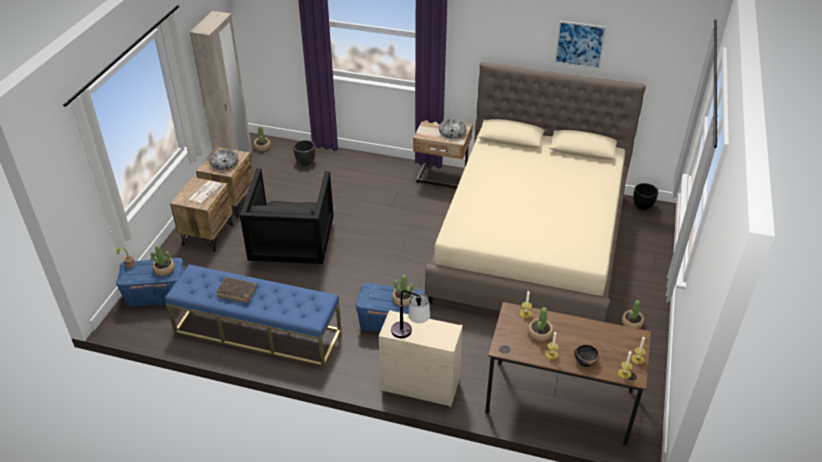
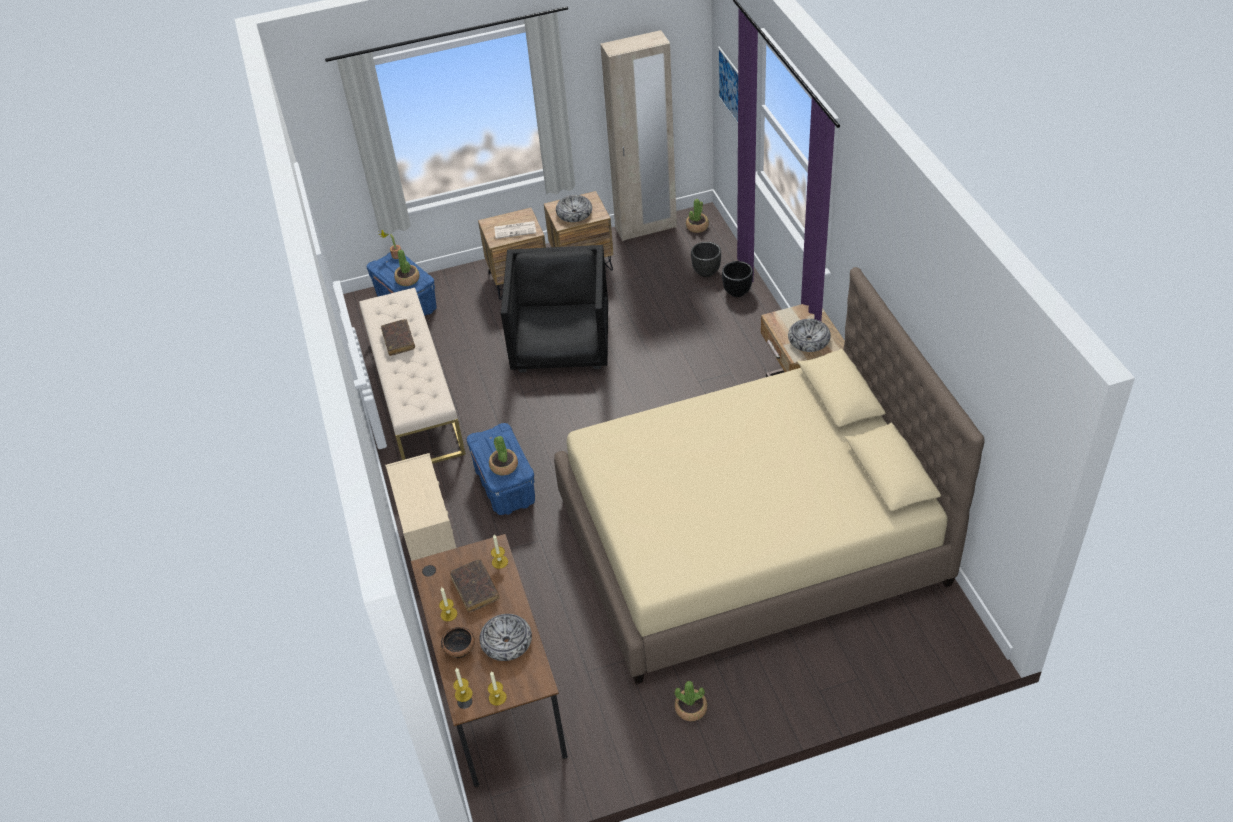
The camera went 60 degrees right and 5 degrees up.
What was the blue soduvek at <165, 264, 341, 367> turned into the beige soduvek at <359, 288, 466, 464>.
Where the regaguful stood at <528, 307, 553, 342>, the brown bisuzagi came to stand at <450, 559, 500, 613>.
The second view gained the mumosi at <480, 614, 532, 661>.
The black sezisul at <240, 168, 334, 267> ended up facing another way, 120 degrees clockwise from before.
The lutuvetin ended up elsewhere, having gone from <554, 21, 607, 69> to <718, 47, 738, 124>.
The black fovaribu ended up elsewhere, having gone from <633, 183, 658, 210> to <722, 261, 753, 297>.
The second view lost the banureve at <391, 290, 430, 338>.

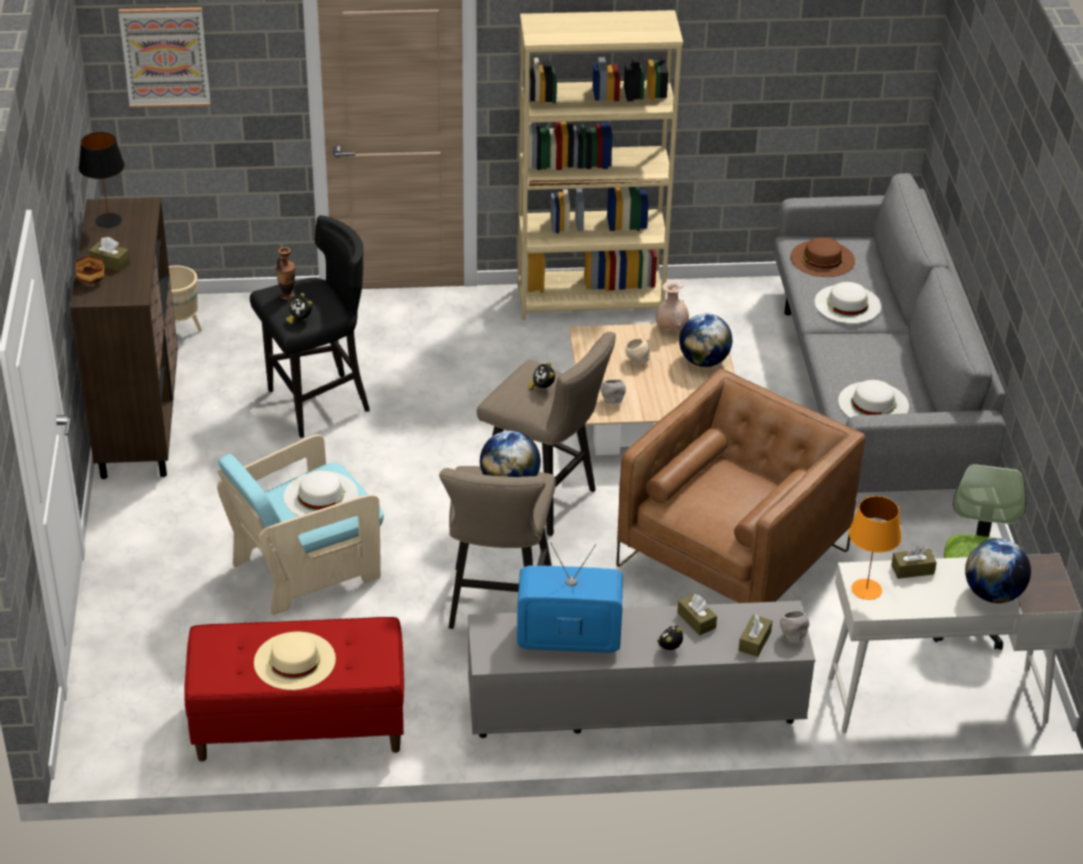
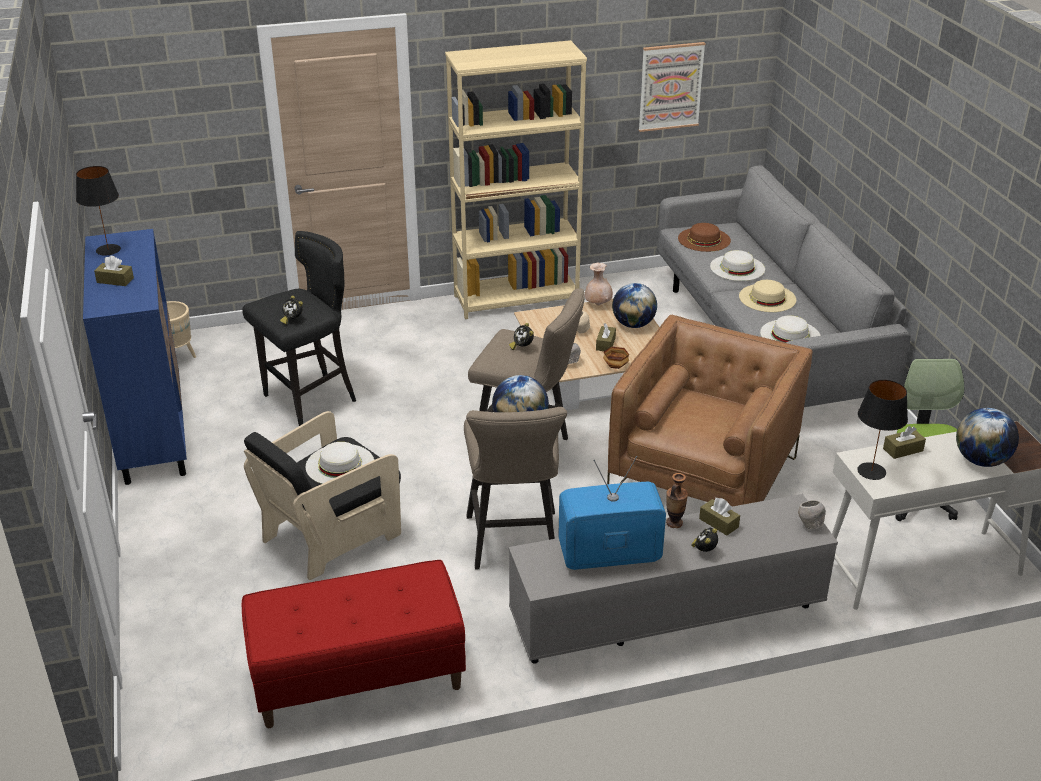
The camera went 10 degrees left and 5 degrees down.
What was the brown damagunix at <70, 197, 178, 479> turned into the blue damagunix at <83, 229, 187, 485>.
What was the turquoise sezisul at <217, 434, 384, 615> turned into the black sezisul at <244, 411, 401, 580>.
The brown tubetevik ended up elsewhere, having gone from <738, 615, 772, 657> to <596, 323, 616, 351>.
The mumosi ended up elsewhere, having gone from <75, 256, 105, 284> to <603, 347, 629, 369>.
The lutuvetin ended up elsewhere, having gone from <118, 7, 211, 108> to <639, 42, 705, 132>.
The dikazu ended up elsewhere, having gone from <275, 247, 295, 300> to <666, 473, 688, 528>.
The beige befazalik ended up elsewhere, having gone from <254, 632, 336, 690> to <739, 280, 796, 312>.
What was the orange banureve at <849, 496, 902, 600> turned into the black banureve at <857, 380, 908, 480>.

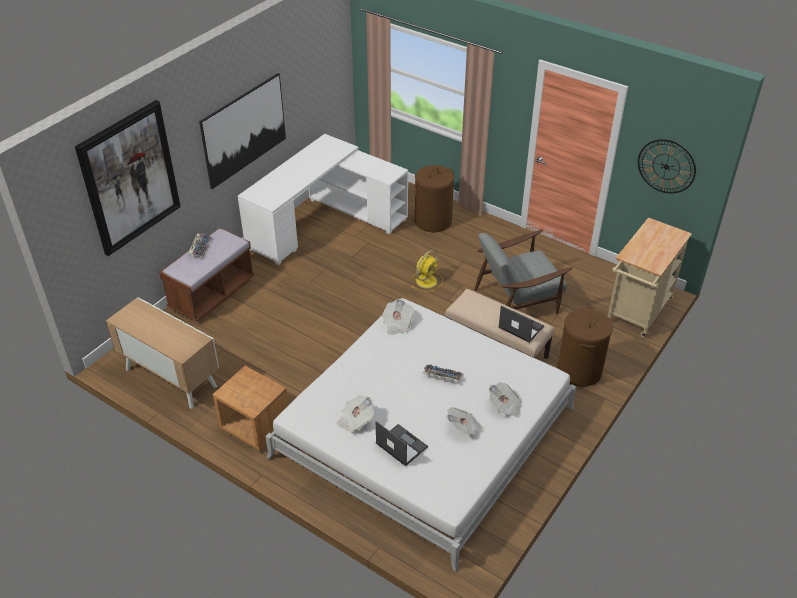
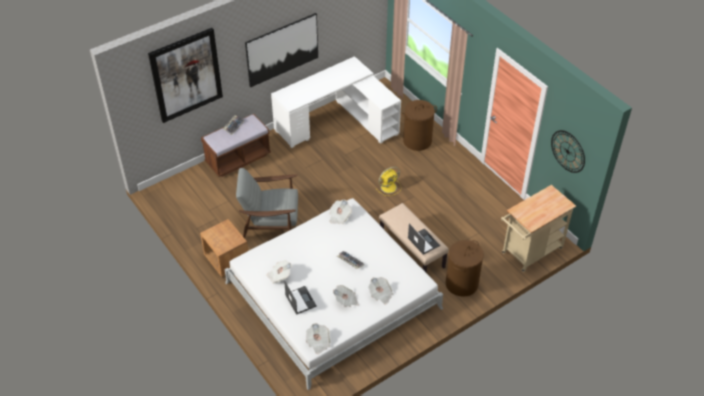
The camera went 20 degrees right and 5 degrees up.
The grey sezisul ended up elsewhere, having gone from <474, 229, 573, 314> to <236, 168, 298, 238>.
The second view gained the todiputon at <306, 323, 331, 354>.
The second view lost the damagunix at <106, 297, 219, 409>.

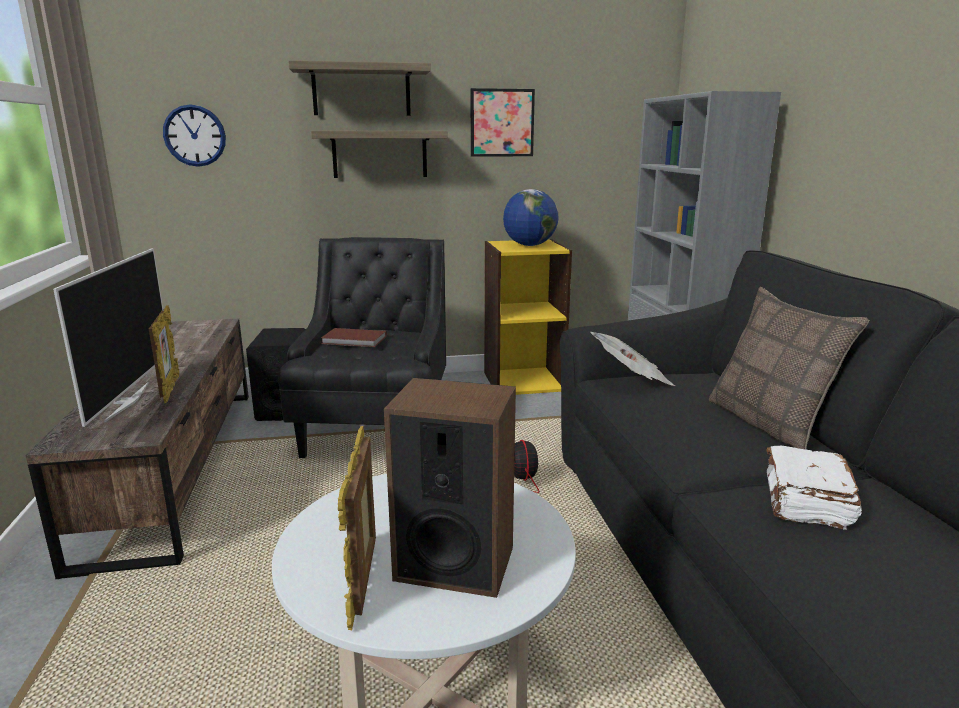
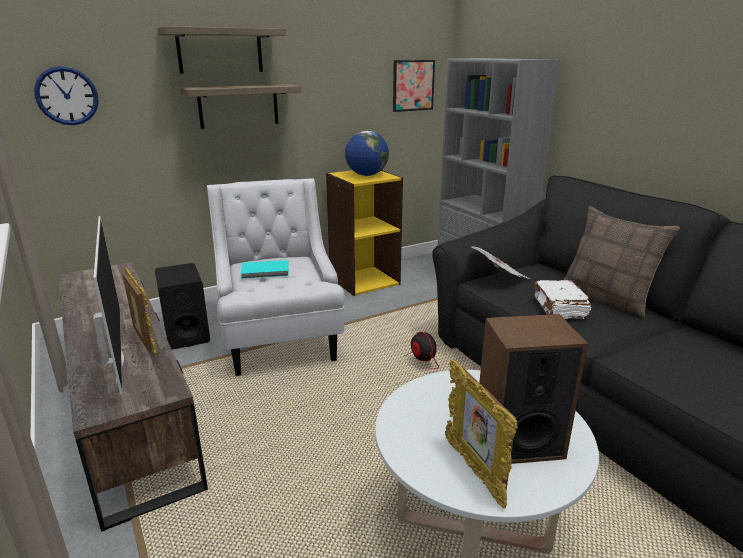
The camera went 20 degrees left and 5 degrees up.
What was the black sezisul at <278, 237, 446, 458> turned into the white sezisul at <207, 178, 345, 376>.
What was the brown bisuzagi at <321, 328, 387, 347> turned into the turquoise bisuzagi at <240, 260, 289, 279>.
The lutuvetin ended up elsewhere, having gone from <471, 88, 535, 157> to <393, 60, 435, 112>.
The white bisuzagi ended up elsewhere, having gone from <766, 446, 862, 530> to <534, 280, 591, 319>.

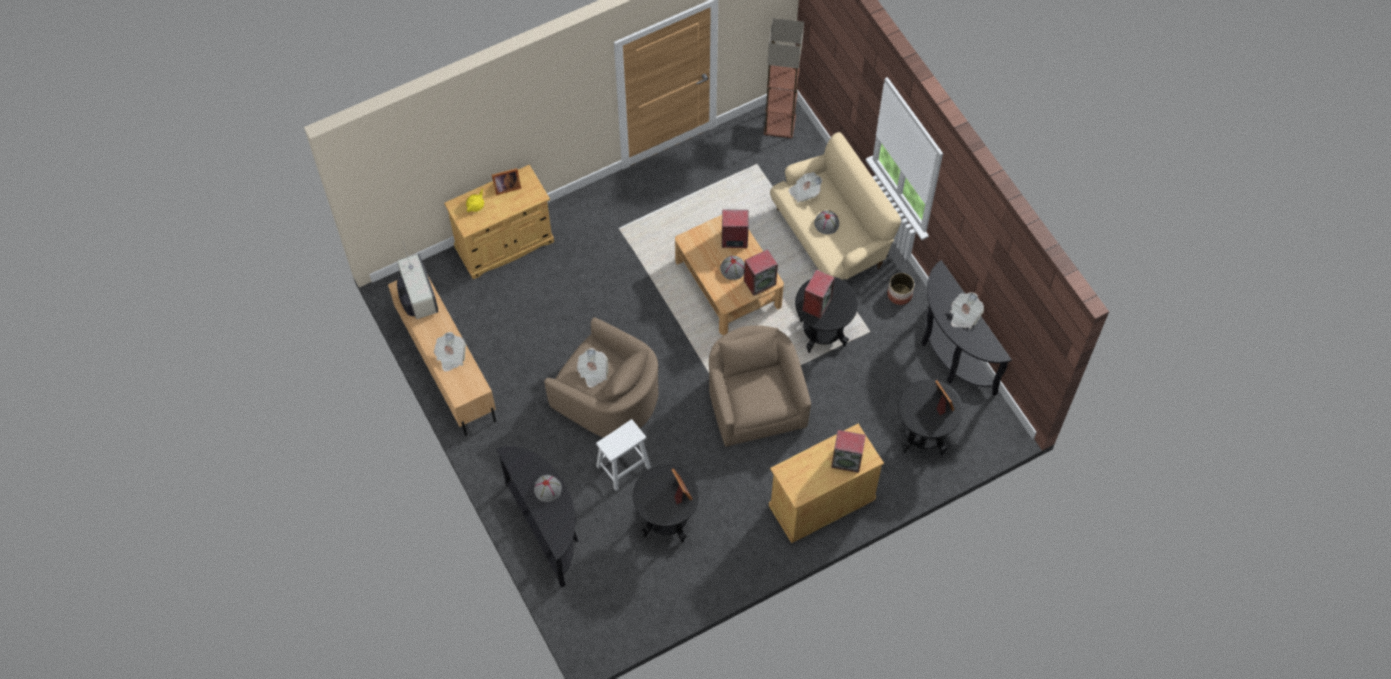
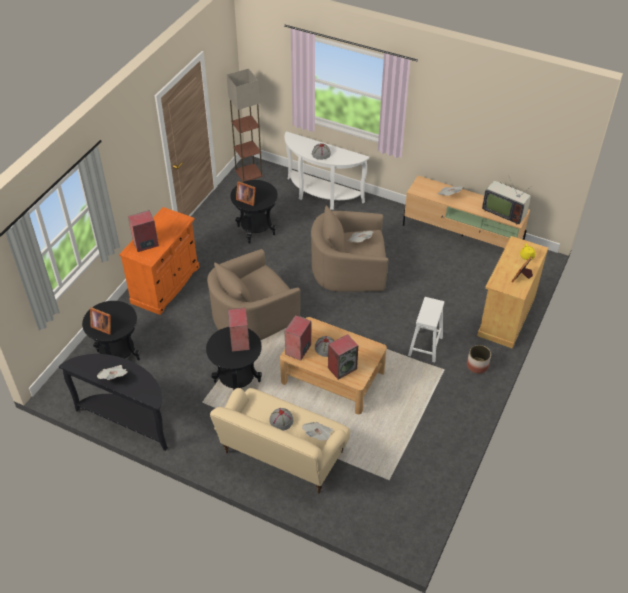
The camera went 145 degrees right and 15 degrees down.
What was the beige damagunix at <769, 424, 884, 543> turned into the orange damagunix at <119, 207, 199, 315>.
The beige sezisul at <709, 325, 811, 447> ended up facing another way, 105 degrees clockwise from before.
The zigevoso ended up elsewhere, having gone from <764, 18, 804, 138> to <227, 69, 263, 182>.
What was the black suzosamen at <496, 446, 579, 588> turned into the white suzosamen at <284, 131, 370, 210>.
The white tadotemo ended up elsewhere, having gone from <596, 419, 651, 491> to <408, 297, 444, 362>.
The fovaribu ended up elsewhere, having gone from <887, 273, 914, 305> to <467, 345, 491, 374>.

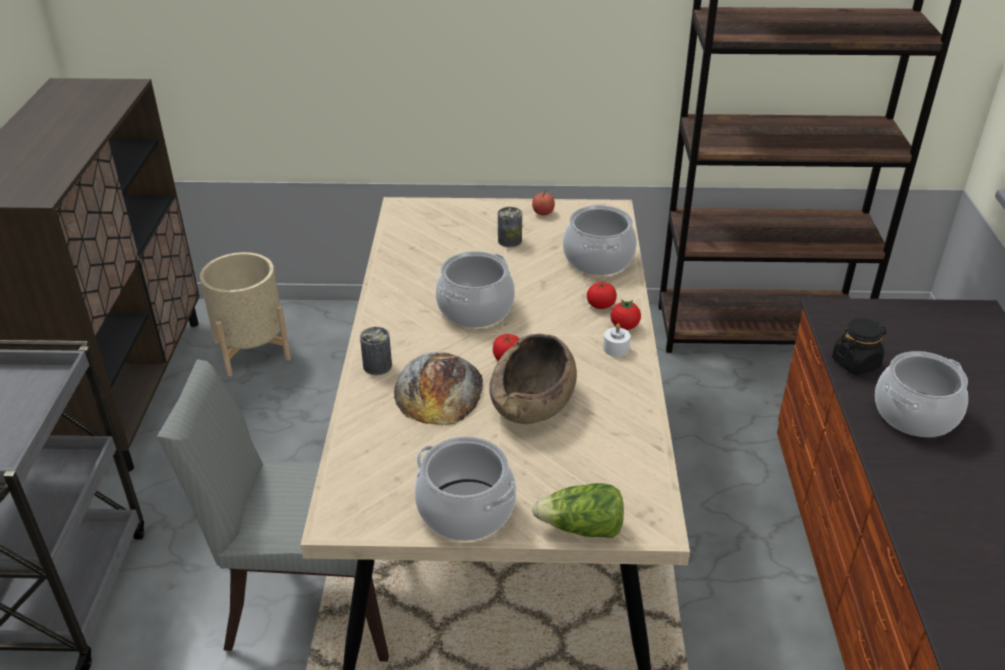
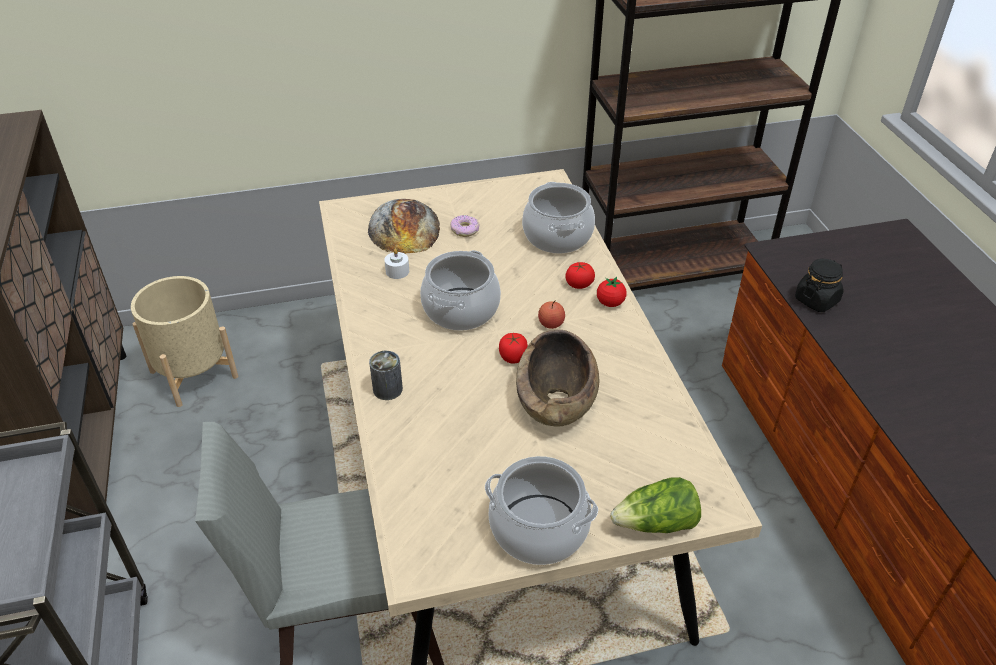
The camera went 15 degrees left and 5 degrees up.
The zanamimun ended up elsewhere, having gone from <394, 352, 483, 425> to <368, 199, 440, 254>.
The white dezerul ended up elsewhere, having gone from <603, 323, 631, 357> to <385, 249, 409, 279>.
Where the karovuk stood at <498, 207, 522, 247>, the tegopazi came to stand at <450, 215, 480, 237>.
The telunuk ended up elsewhere, having gone from <532, 190, 555, 215> to <538, 300, 565, 329>.
The second view lost the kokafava at <875, 351, 968, 437>.

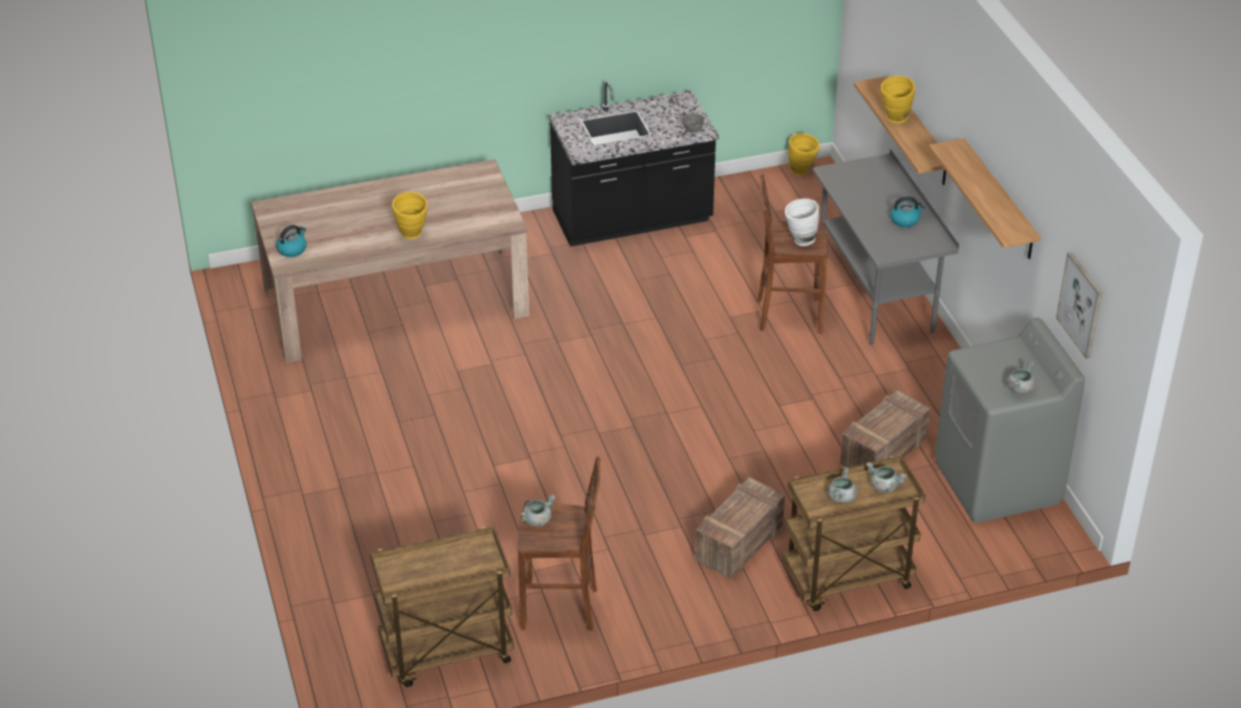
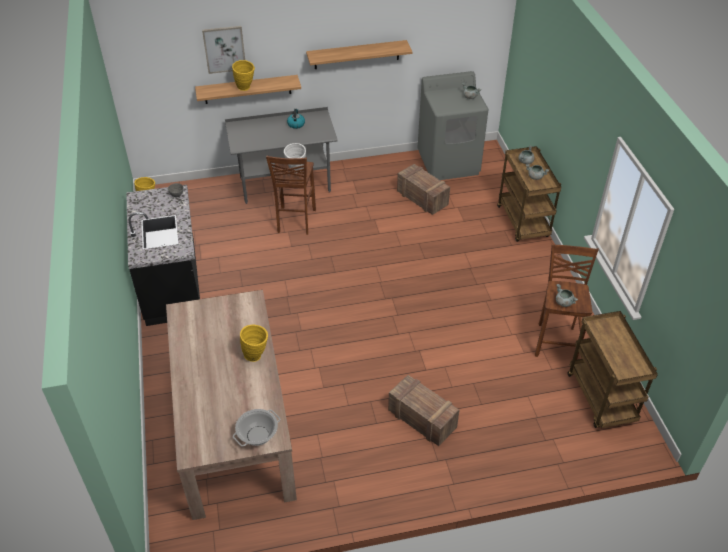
The camera went 85 degrees left and 5 degrees up.
The lutuvetin ended up elsewhere, having gone from <1056, 252, 1103, 359> to <202, 26, 245, 74>.
Where the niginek stood at <276, 225, 307, 257>, the kokafava came to stand at <233, 409, 280, 447>.
The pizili ended up elsewhere, having gone from <695, 477, 785, 579> to <388, 375, 459, 446>.

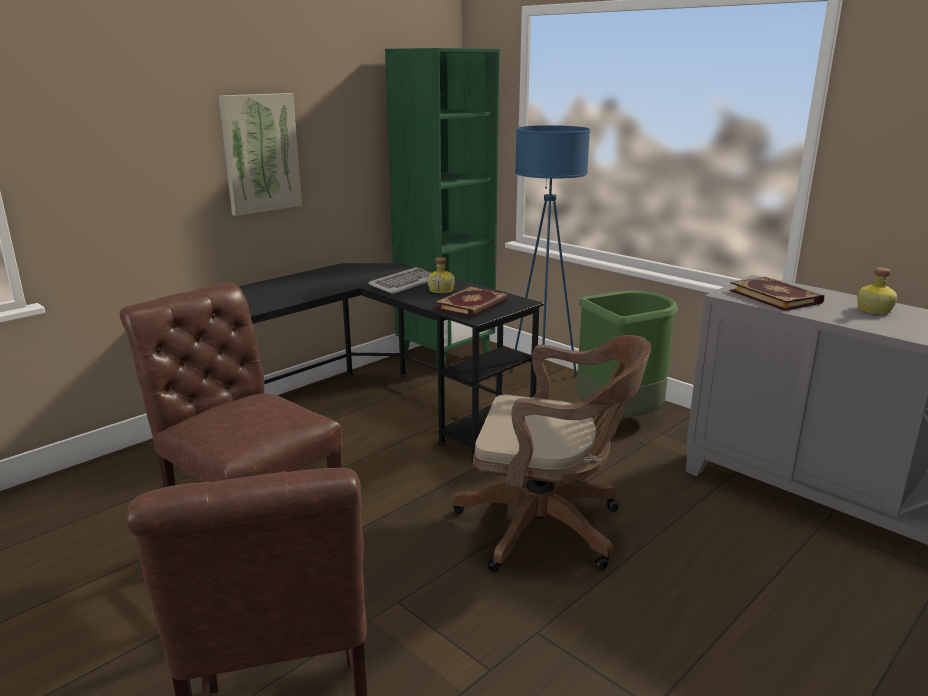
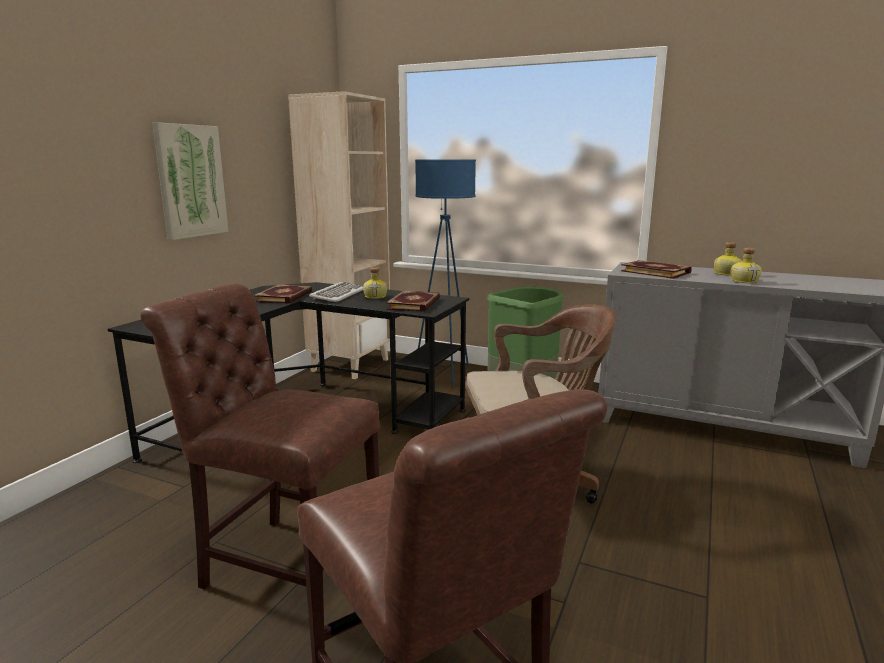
The camera went 20 degrees left and 5 degrees down.
The second view gained the bisuzagi at <253, 284, 312, 304>.
What was the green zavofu at <385, 48, 500, 373> turned into the beige zavofu at <288, 91, 390, 379>.
The second view gained the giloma at <731, 248, 762, 283>.

